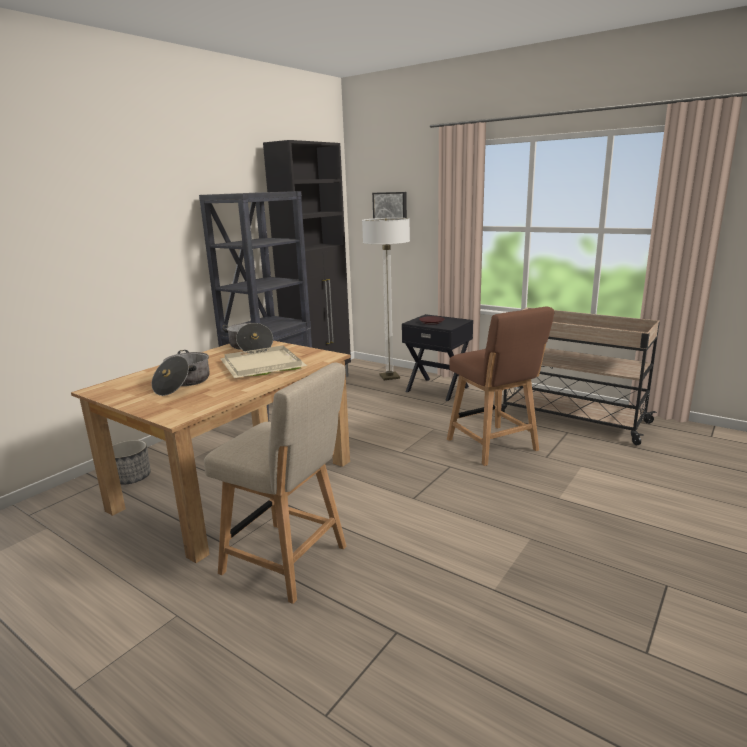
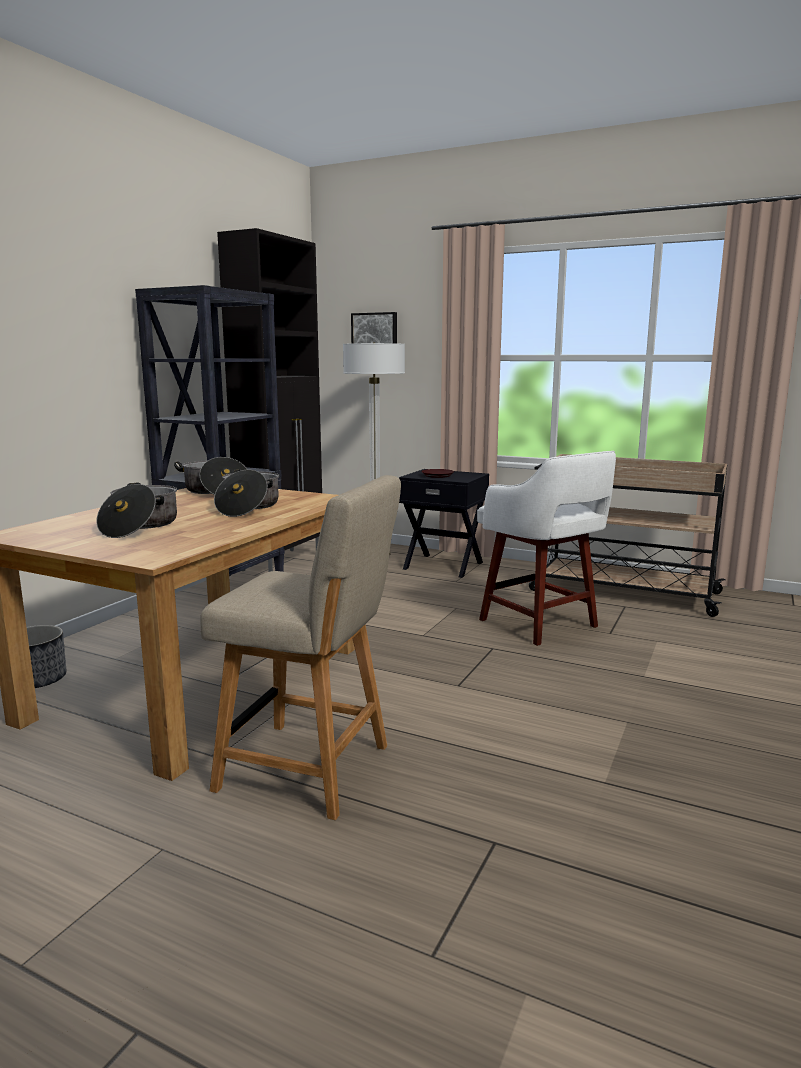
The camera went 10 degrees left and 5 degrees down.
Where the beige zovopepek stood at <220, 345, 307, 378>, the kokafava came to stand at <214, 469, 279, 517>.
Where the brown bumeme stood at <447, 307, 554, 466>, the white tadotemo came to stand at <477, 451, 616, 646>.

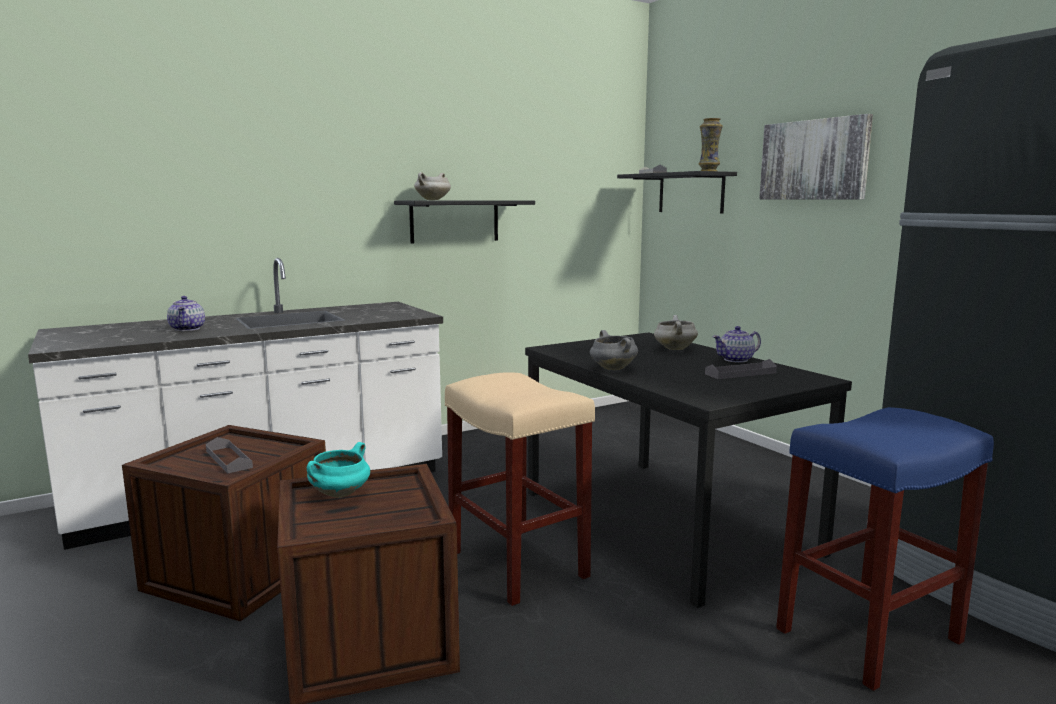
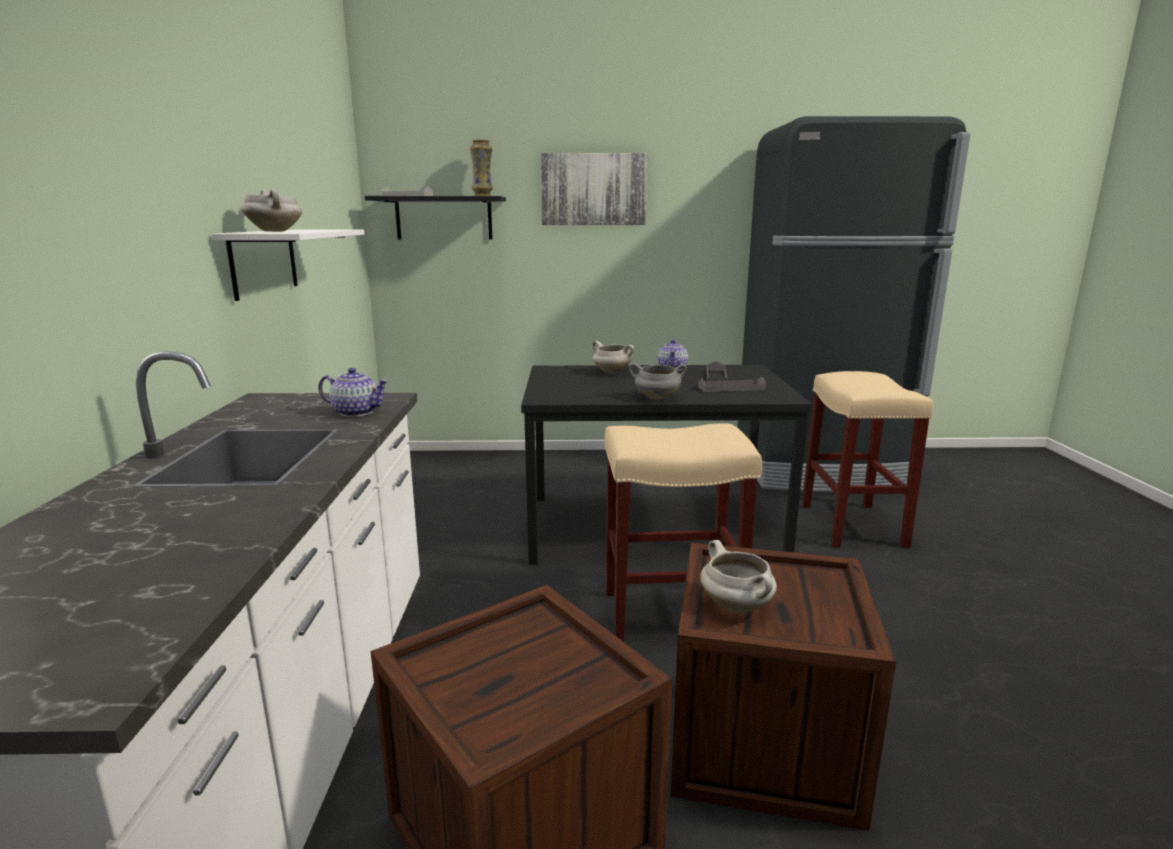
The camera went 60 degrees left and 5 degrees up.
What was the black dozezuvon at <394, 200, 535, 243> turned into the white dozezuvon at <212, 229, 364, 301>.
The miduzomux ended up elsewhere, having gone from <167, 296, 205, 331> to <318, 368, 389, 417>.
The grey zovopepek ended up elsewhere, having gone from <206, 437, 253, 473> to <699, 377, 766, 392>.
What was the turquoise kokafava at <307, 442, 370, 498> turned into the white kokafava at <700, 540, 777, 612>.
What was the blue tadotemo at <776, 407, 994, 691> turned into the beige tadotemo at <802, 371, 933, 547>.

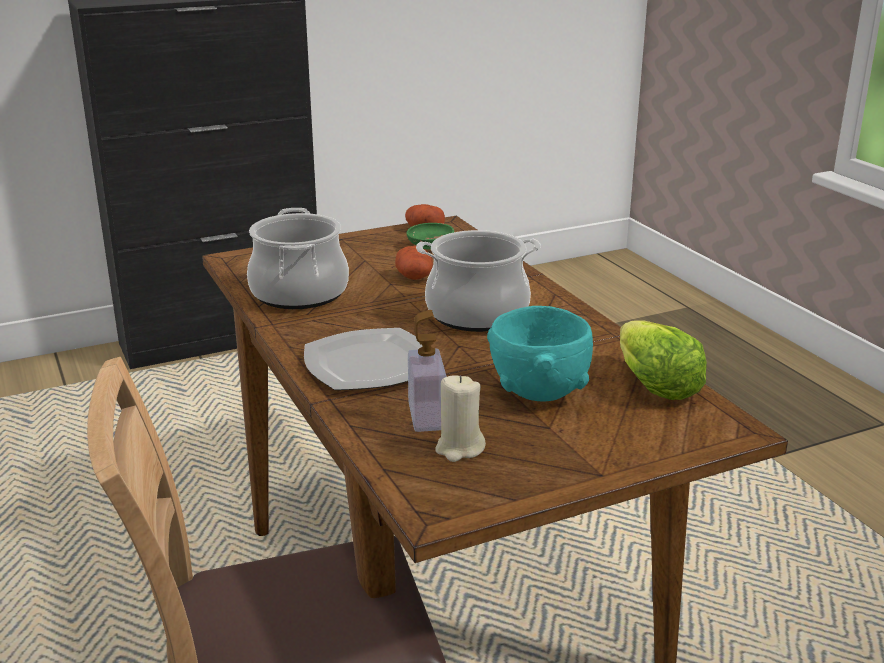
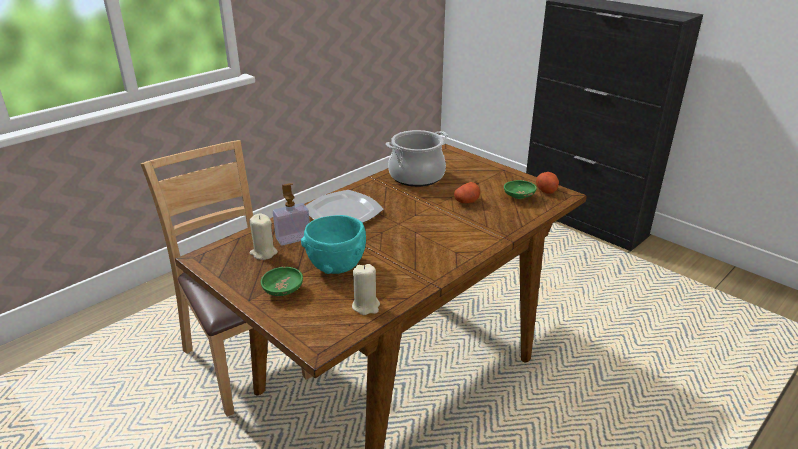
The camera went 70 degrees right and 5 degrees up.
The second view gained the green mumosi at <261, 267, 303, 296>.
Where the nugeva stood at <620, 320, 707, 400>, the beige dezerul came to stand at <352, 264, 380, 315>.
The second view lost the kokafava at <416, 230, 541, 332>.

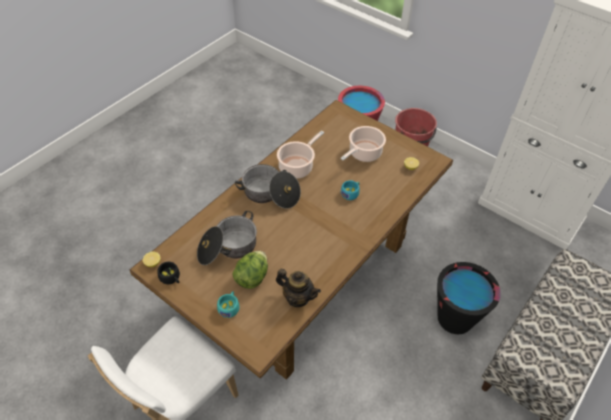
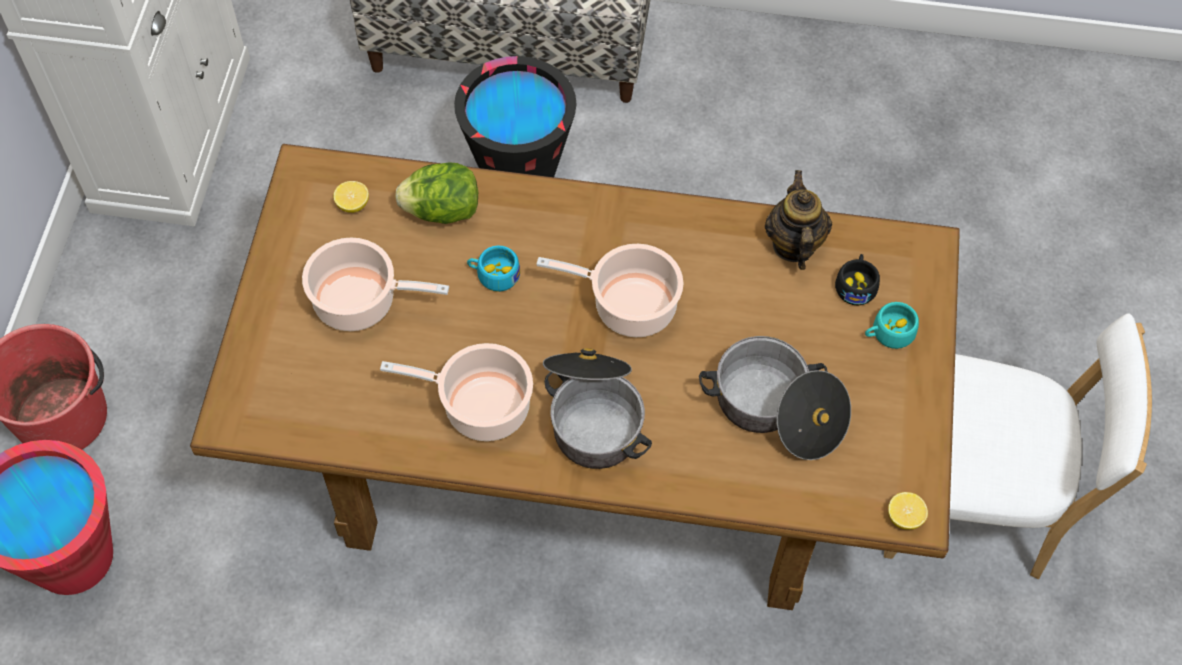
The camera went 120 degrees left and 10 degrees up.
The nugeva ended up elsewhere, having gone from <232, 251, 268, 289> to <395, 162, 478, 224>.
The second view gained the kokafava at <536, 244, 683, 337>.
The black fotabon ended up elsewhere, having gone from <157, 262, 180, 284> to <835, 254, 880, 305>.

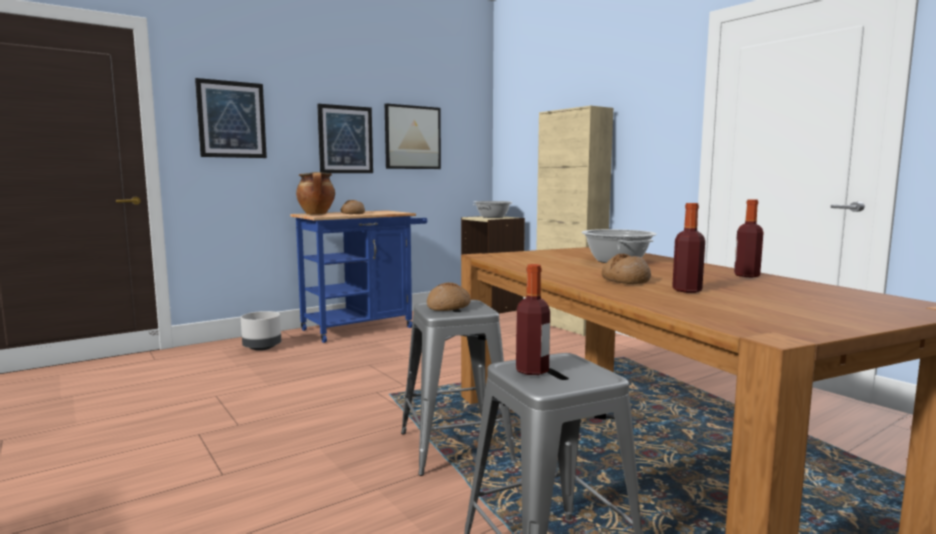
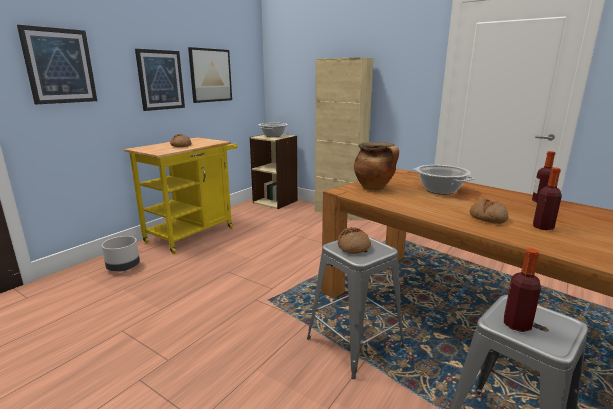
The camera went 20 degrees left and 10 degrees up.
What was the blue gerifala at <290, 210, 427, 343> turned into the yellow gerifala at <124, 137, 238, 254>.
The kokafava ended up elsewhere, having gone from <296, 172, 335, 214> to <354, 142, 399, 190>.

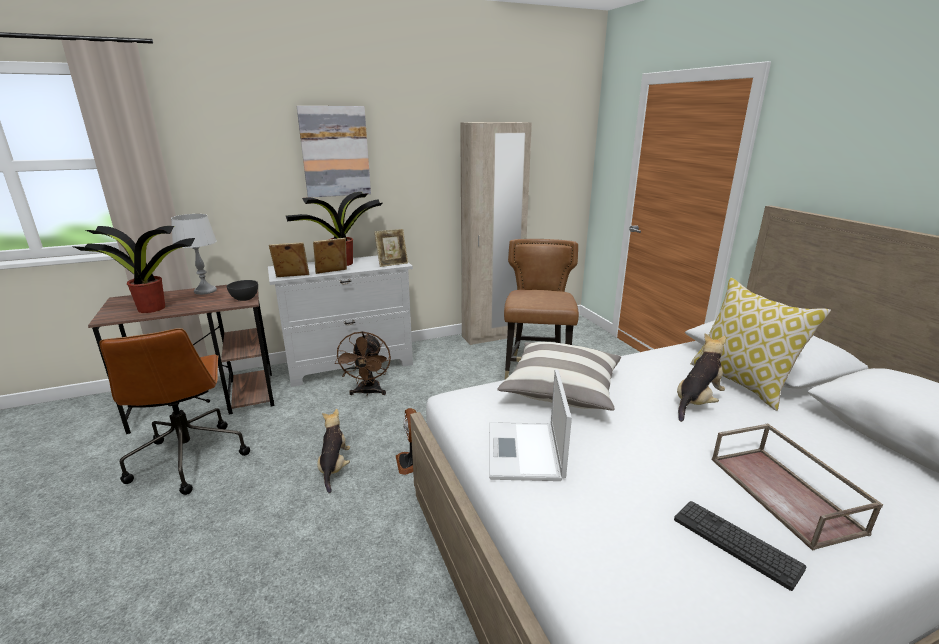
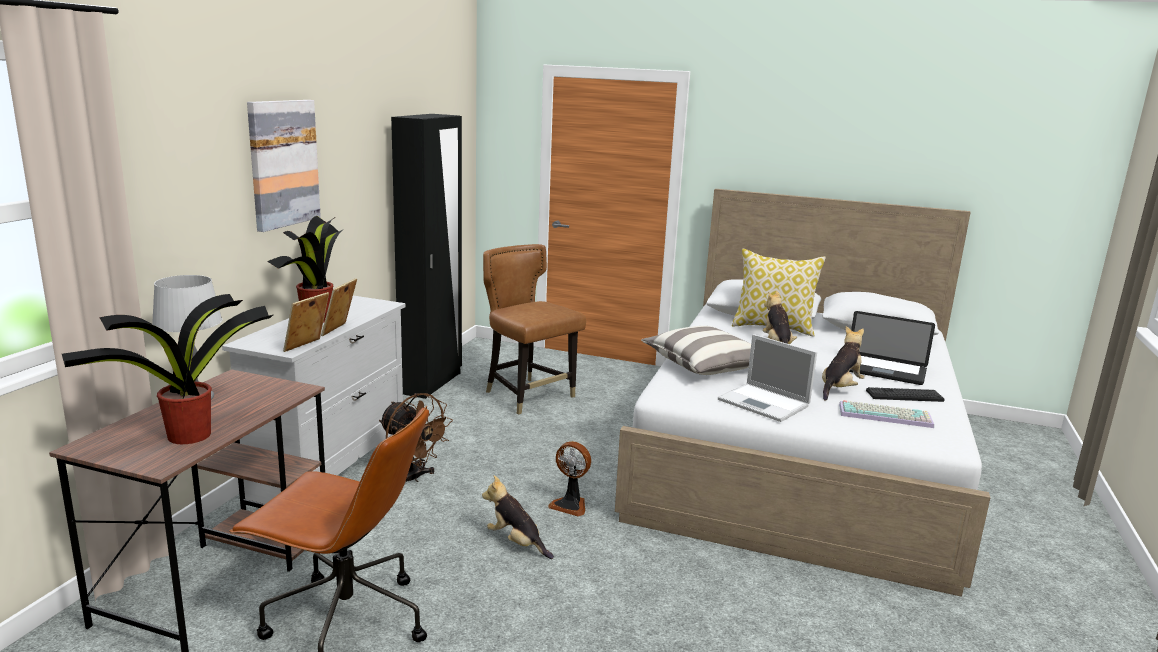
The camera went 50 degrees left and 5 degrees down.
What was the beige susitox at <460, 122, 532, 345> turned into the black susitox at <391, 114, 462, 399>.
The second view gained the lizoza at <822, 326, 865, 401>.
The second view gained the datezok at <839, 400, 934, 428>.
Where the brown zovopepek stood at <712, 423, 883, 551>, the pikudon came to stand at <849, 311, 935, 385>.
The second view lost the grey mumosi at <227, 280, 258, 301>.
The second view lost the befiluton at <374, 229, 408, 267>.

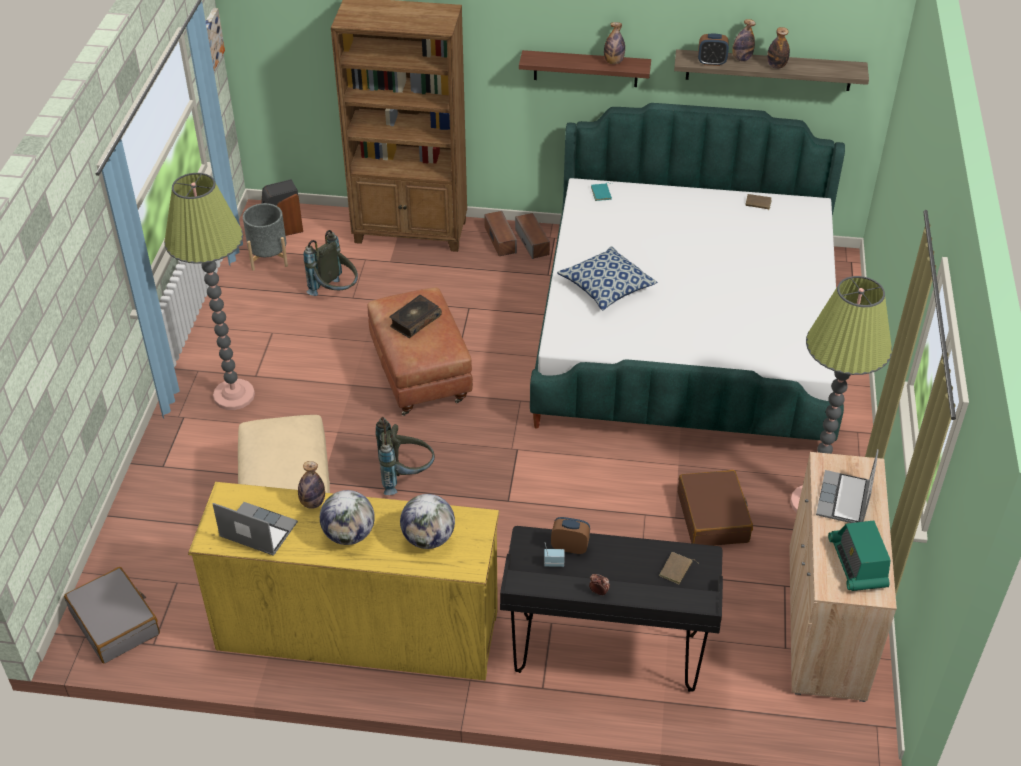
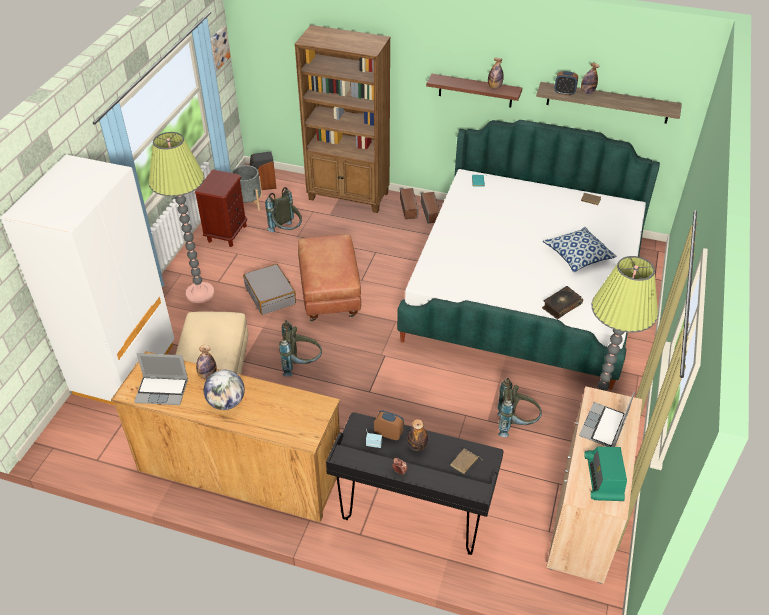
The camera went 10 degrees right and 0 degrees up.
The second view gained the white susitox at <0, 155, 175, 406>.
What was the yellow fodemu at <188, 482, 499, 680> turned into the brown fodemu at <111, 351, 340, 522>.
The pikudon at <212, 502, 298, 556> ended up facing another way, 150 degrees clockwise from before.
The second view gained the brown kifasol at <195, 170, 247, 247>.
The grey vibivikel ended up elsewhere, having gone from <64, 567, 160, 664> to <243, 264, 296, 315>.
The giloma ended up elsewhere, having gone from <767, 27, 790, 69> to <407, 419, 428, 451>.
Where the brown vibivikel stood at <678, 470, 753, 546>, the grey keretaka came to stand at <497, 378, 542, 437>.
The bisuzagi ended up elsewhere, having gone from <389, 295, 442, 338> to <542, 286, 583, 319>.
The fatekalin ended up elsewhere, having gone from <557, 246, 657, 310> to <543, 227, 617, 272>.
The second view lost the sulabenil at <400, 494, 455, 549>.

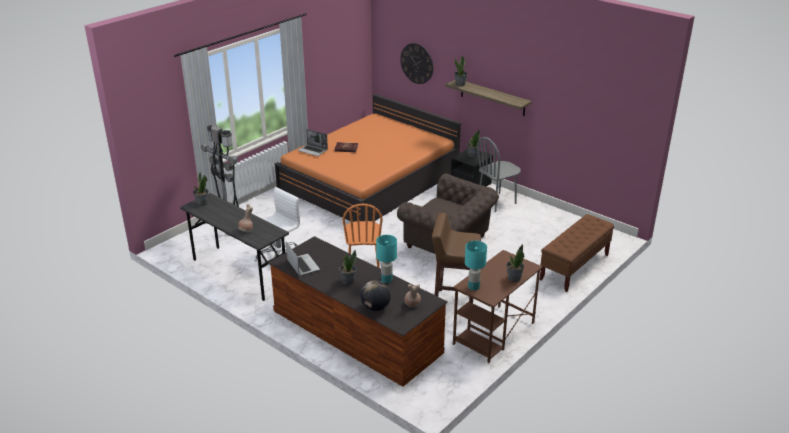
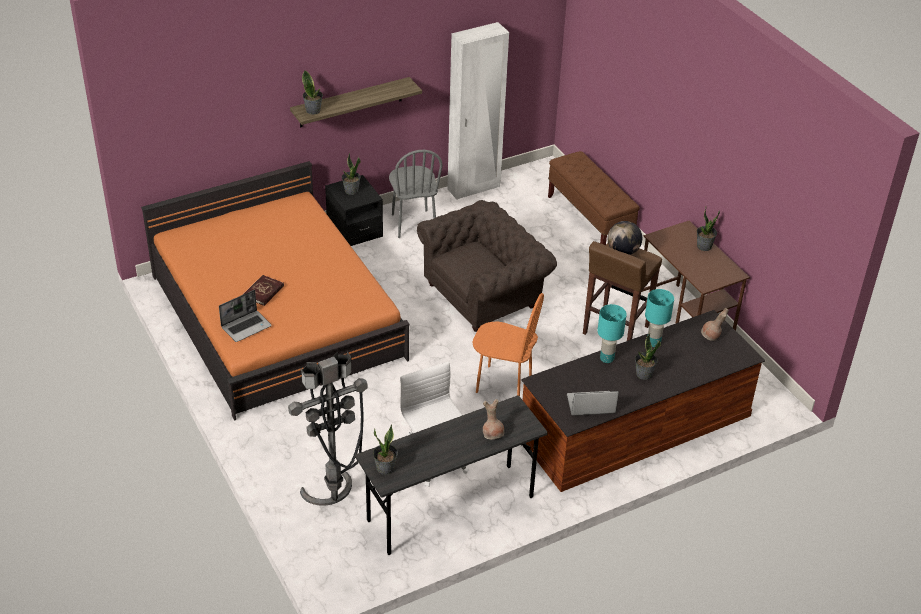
The camera went 70 degrees left and 10 degrees up.
The second view gained the white susitox at <447, 22, 509, 200>.
The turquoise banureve ended up elsewhere, having gone from <465, 241, 487, 290> to <597, 304, 627, 363>.
The sulabenil ended up elsewhere, having gone from <360, 280, 391, 311> to <608, 221, 642, 255>.
The second view lost the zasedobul at <400, 43, 433, 84>.

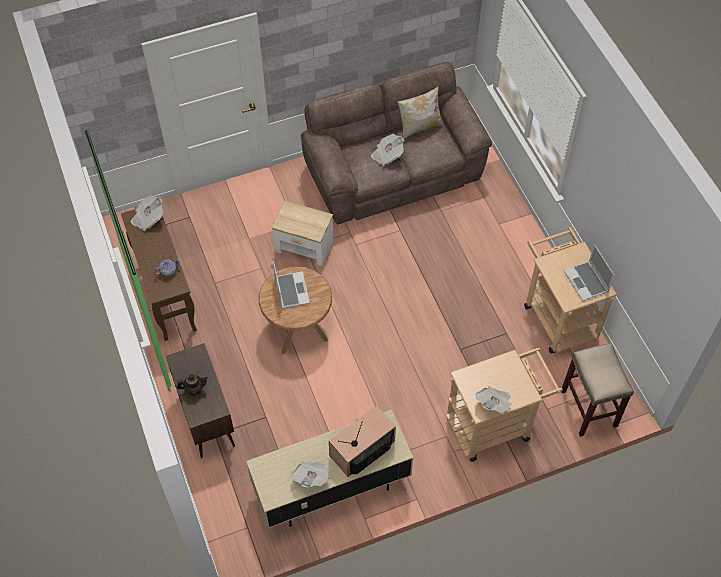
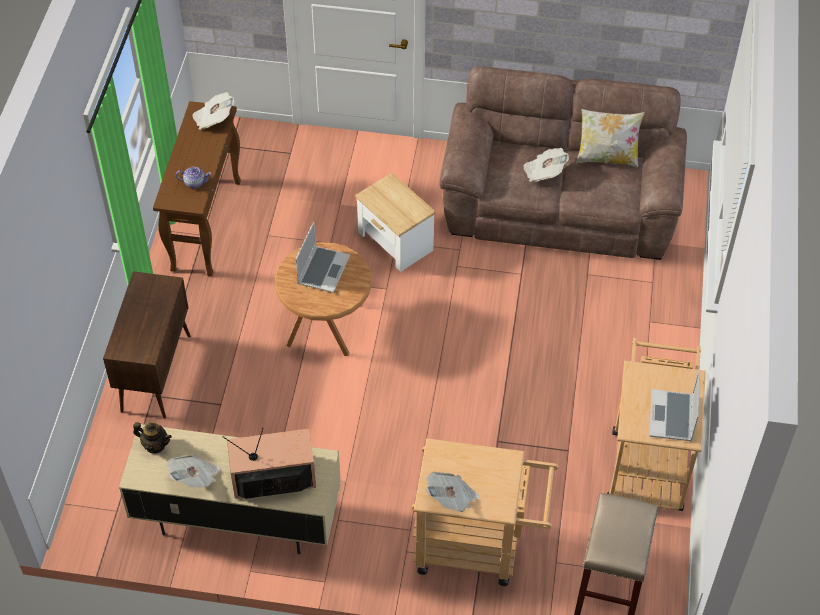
The camera went 30 degrees right and 5 degrees down.
The miduzomux ended up elsewhere, having gone from <177, 374, 208, 396> to <133, 422, 172, 453>.

